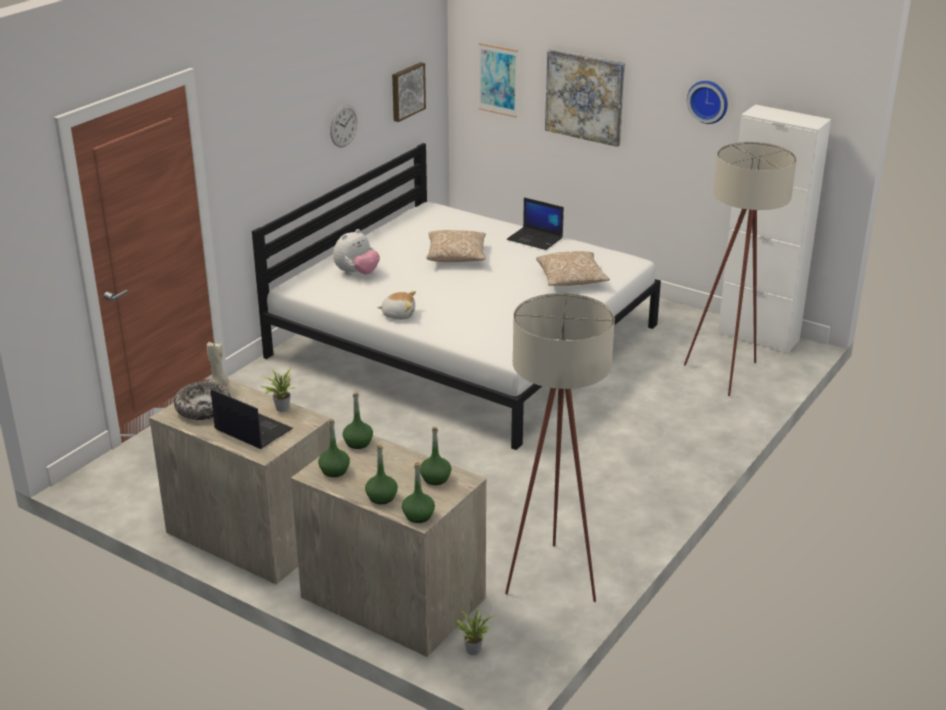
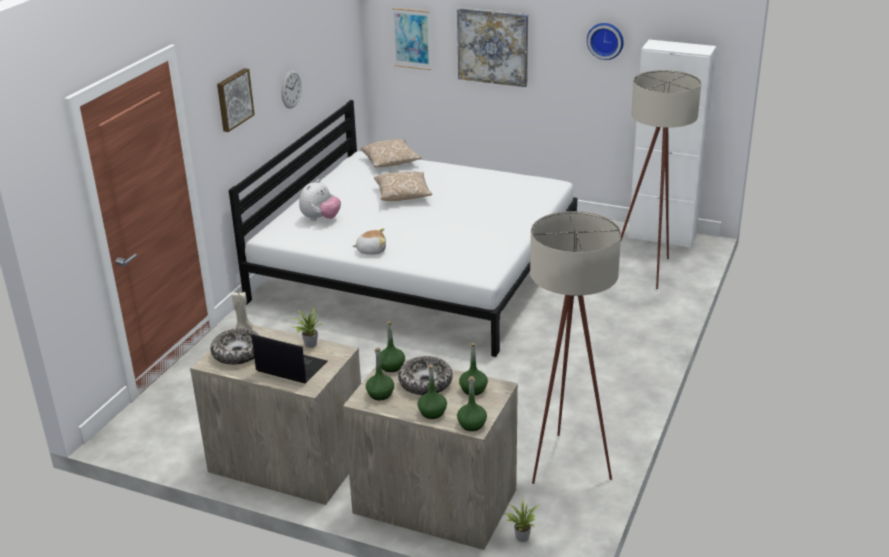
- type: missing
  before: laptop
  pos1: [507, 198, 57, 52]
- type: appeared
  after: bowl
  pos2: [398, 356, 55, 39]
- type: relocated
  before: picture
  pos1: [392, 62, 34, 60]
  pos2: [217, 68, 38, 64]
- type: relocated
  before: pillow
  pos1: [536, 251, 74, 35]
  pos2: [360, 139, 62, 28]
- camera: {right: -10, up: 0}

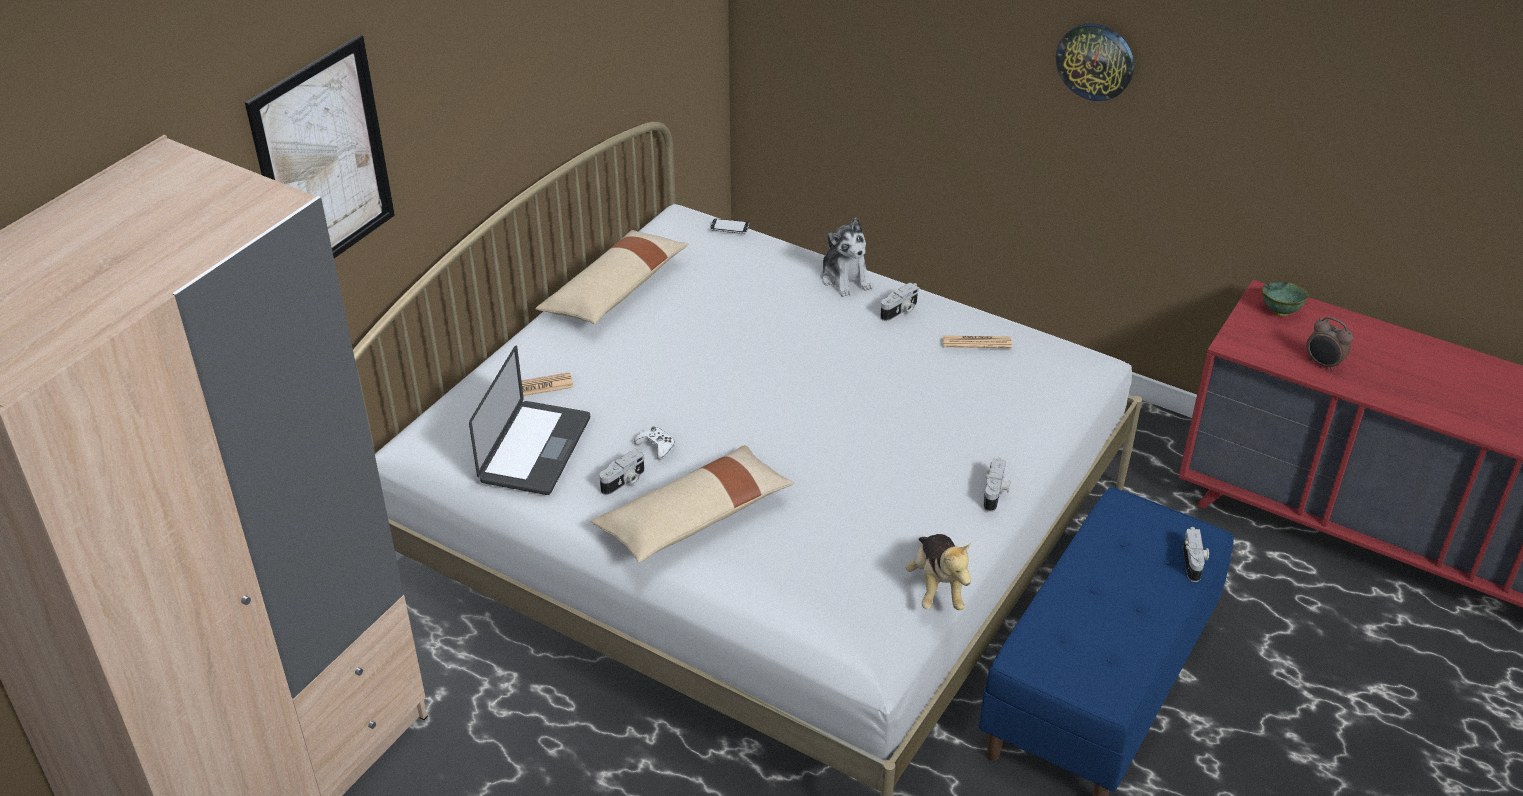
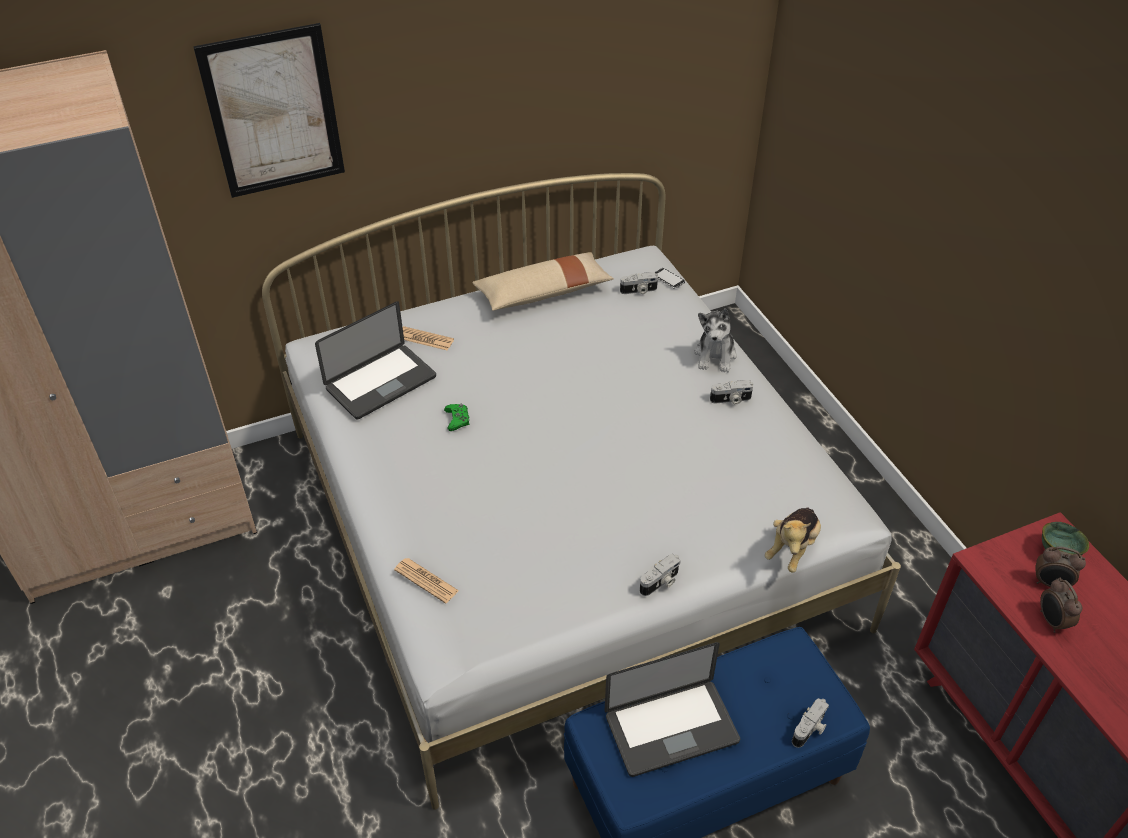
- type: missing
  before: pillow/beige
  pos1: [591, 445, 203, 118]
- type: missing
  before: wall clock
  pos1: [1056, 23, 78, 78]
- type: appeared
  after: laptop
  pos2: [605, 642, 135, 135]
- type: appeared
  after: alarm clock
  pos2: [1035, 546, 51, 41]
- type: relocated
  before: photo camera
  pos1: [600, 449, 45, 46]
  pos2: [620, 272, 38, 22]
- type: relocated
  before: plush toy
  pos1: [906, 534, 65, 76]
  pos2: [765, 507, 56, 66]
- type: relocated
  before: newspaper
  pos1: [942, 335, 70, 13]
  pos2: [394, 558, 65, 46]
- type: colour
  before: game controller/white
  after: game controller/green
  pos1: [634, 426, 41, 34]
  pos2: [444, 404, 26, 27]
- camera: {right: 35, up: 5}

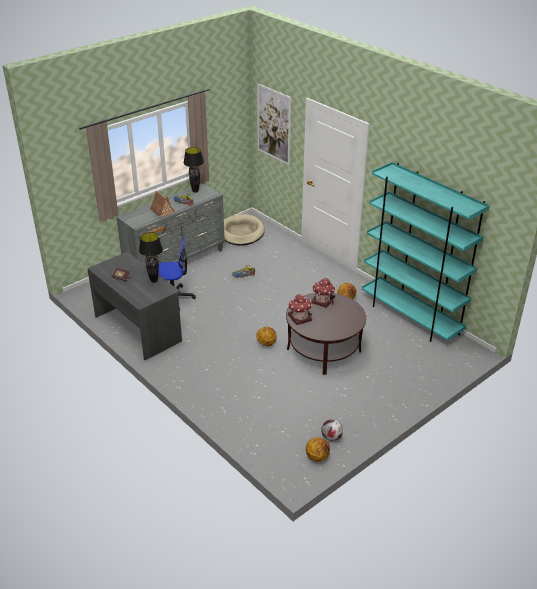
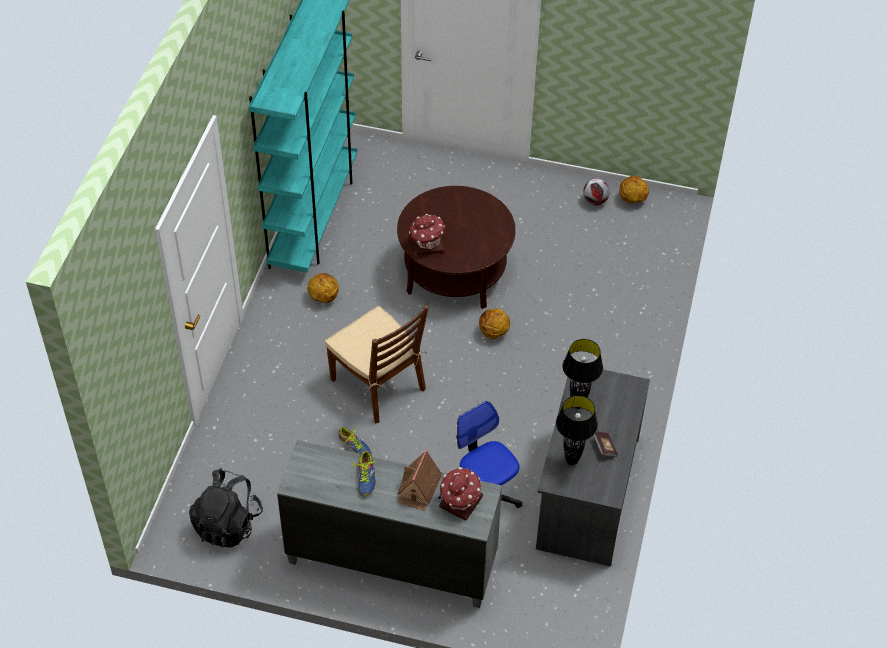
- type: missing
  before: picture
  pos1: [257, 83, 34, 82]
- type: appeared
  after: chair/brown
  pos2: [325, 304, 104, 119]
- type: relocated
  before: table lamp/black
  pos1: [183, 147, 21, 46]
  pos2: [556, 395, 42, 70]
- type: relocated
  before: toy house
  pos1: [288, 294, 24, 31]
  pos2: [438, 467, 45, 54]
- type: exchanged
  before: dog bed/beige
  after: backpack/black
  pos1: [224, 214, 41, 31]
  pos2: [189, 468, 74, 80]
- camera: {right: -125, up: 15}

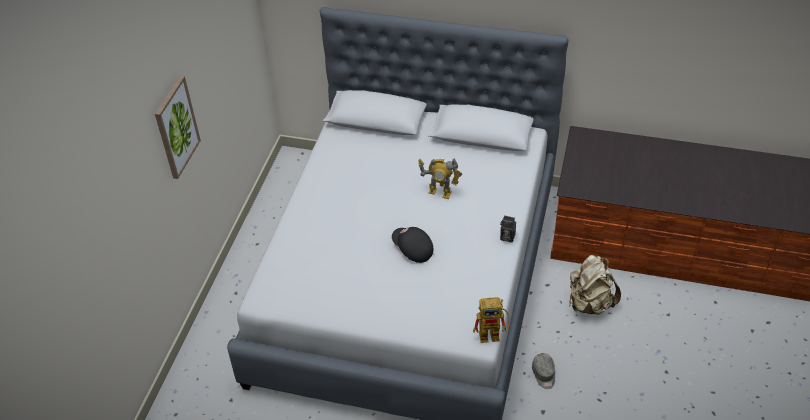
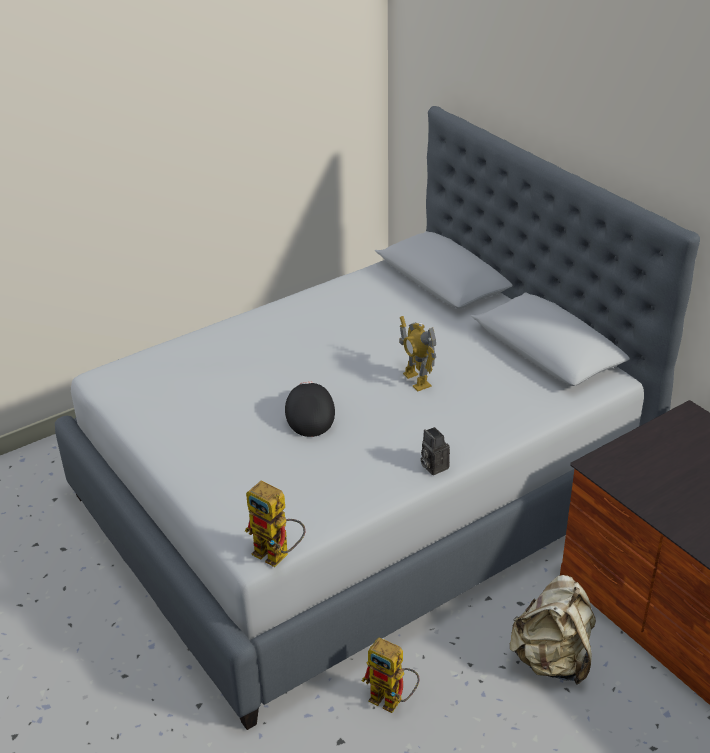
- type: missing
  before: picture
  pos1: [155, 76, 46, 103]
- type: exchanged
  before: cap/grey
  after: toy robot
  pos1: [532, 353, 23, 36]
  pos2: [362, 638, 57, 75]
- camera: {right: 40, up: -10}

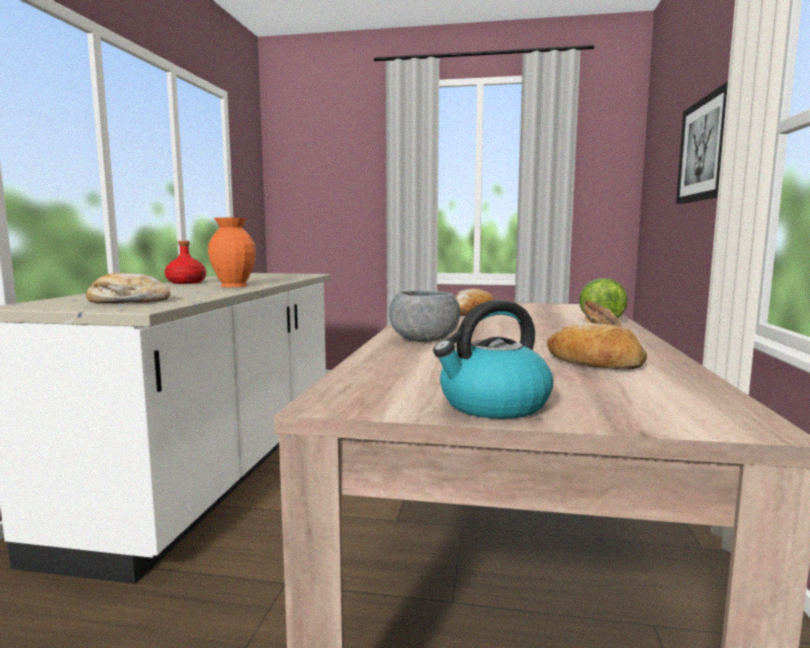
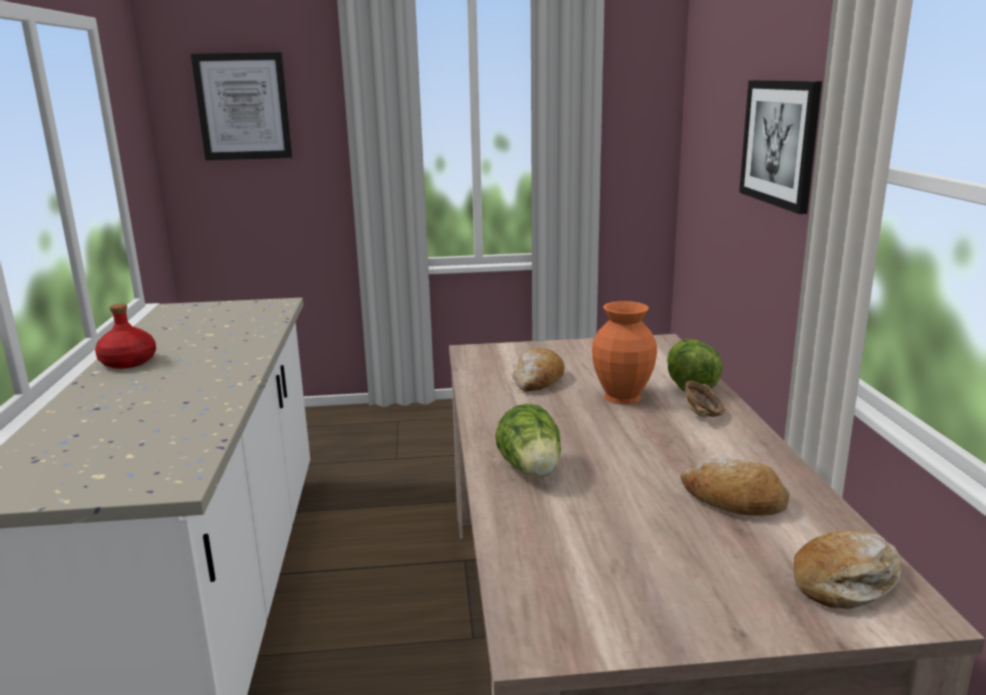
- type: missing
  before: kettle
  pos1: [433, 300, 120, 119]
- type: appeared
  after: picture
  pos2: [191, 52, 101, 108]
- type: relocated
  before: bread
  pos1: [86, 273, 84, 30]
  pos2: [794, 530, 107, 79]
- type: relocated
  before: vase/orange
  pos1: [208, 218, 48, 69]
  pos2: [592, 301, 65, 103]
- type: exchanged
  before: bowl/grey
  after: lettuce
  pos1: [389, 290, 71, 52]
  pos2: [495, 403, 66, 74]
- camera: {right: -15, up: 10}

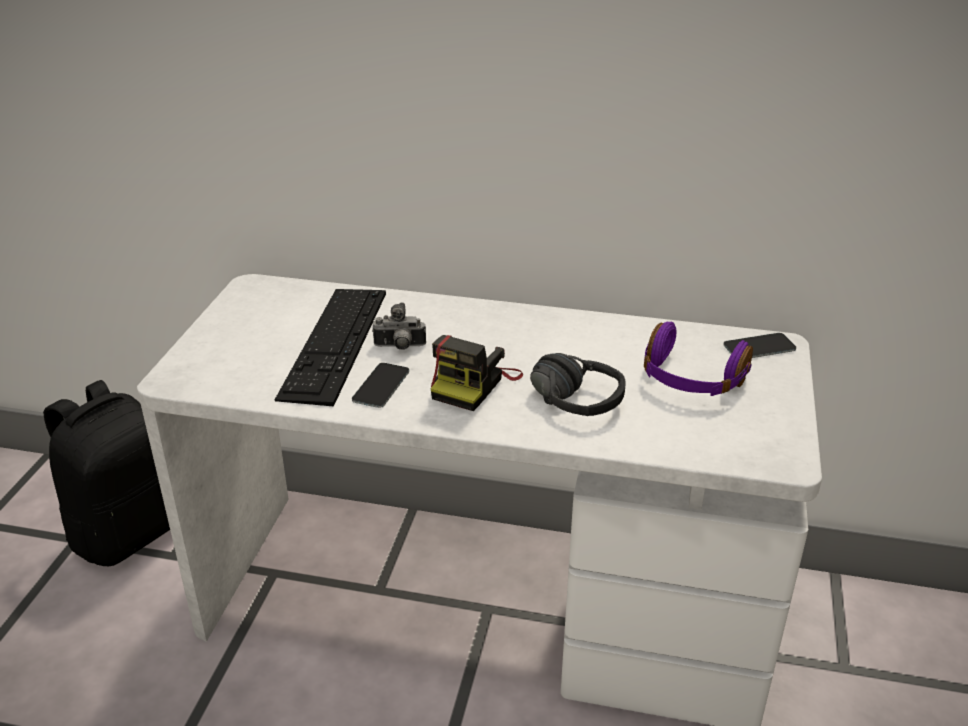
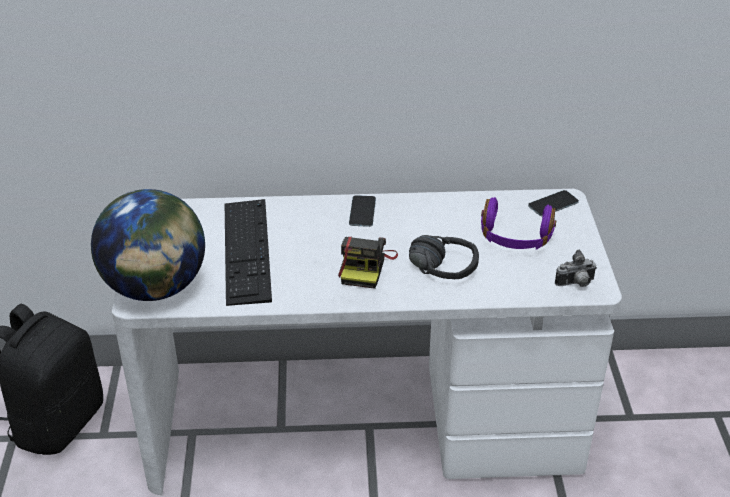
- type: appeared
  after: globe
  pos2: [91, 189, 114, 112]
- type: relocated
  before: phone
  pos1: [352, 363, 57, 45]
  pos2: [349, 195, 27, 32]
- type: relocated
  before: photo camera
  pos1: [372, 302, 54, 48]
  pos2: [555, 250, 42, 37]
- camera: {right: -15, up: 5}

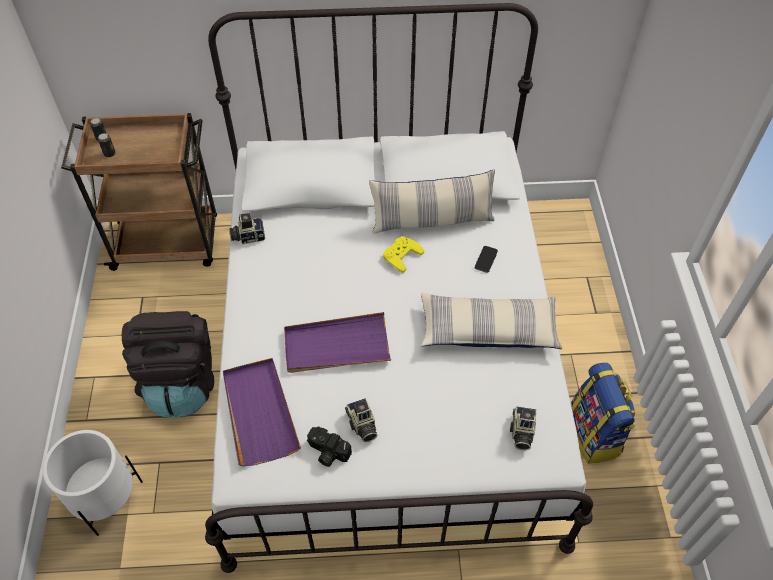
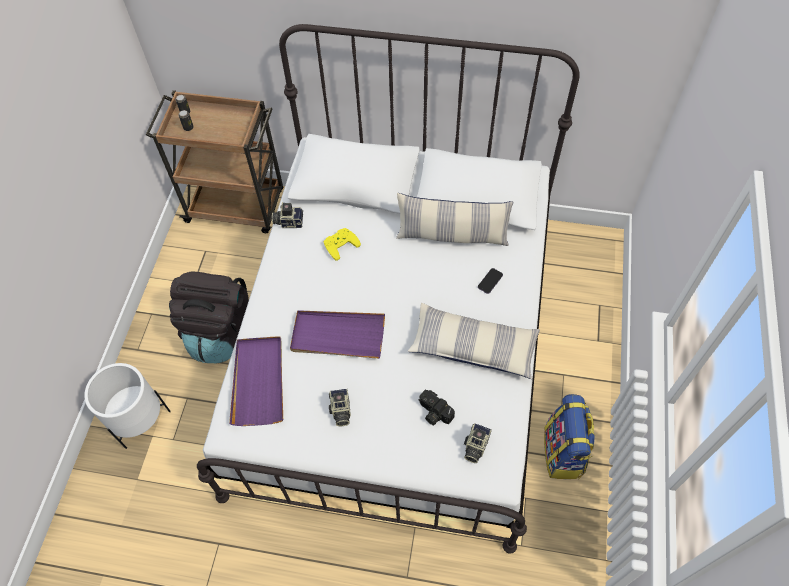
- type: relocated
  before: photo camera
  pos1: [307, 427, 45, 40]
  pos2: [419, 390, 36, 35]
- type: relocated
  before: game controller/yellow
  pos1: [383, 236, 41, 37]
  pos2: [324, 228, 37, 33]
- camera: {right: 15, up: 5}

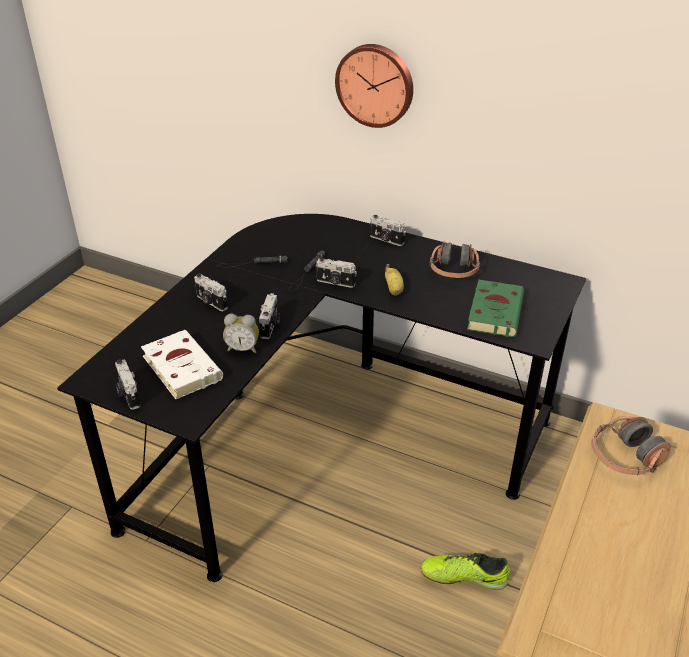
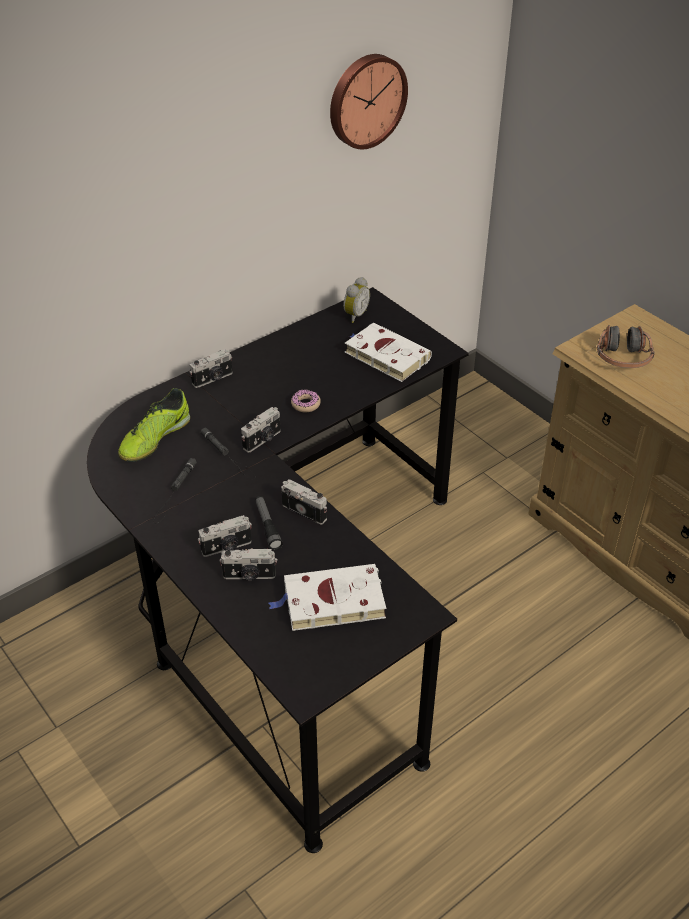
- type: missing
  before: headphones
  pos1: [430, 241, 50, 37]
- type: appeared
  after: flashlight
  pos2: [255, 496, 28, 54]
- type: relocated
  before: photo camera
  pos1: [115, 360, 25, 50]
  pos2: [219, 548, 58, 33]
- type: relocated
  before: alarm clock
  pos1: [223, 314, 36, 39]
  pos2: [343, 277, 27, 46]
- type: relocated
  before: wall clock
  pos1: [335, 44, 78, 84]
  pos2: [330, 54, 78, 95]
- type: relocated
  before: shoe
  pos1: [421, 553, 89, 37]
  pos2: [118, 388, 72, 74]
- type: exchanged
  before: banana
  after: donut
  pos1: [385, 264, 19, 32]
  pos2: [291, 390, 30, 22]
- type: colour
  before: book/green
  after: book/white
  pos1: [467, 280, 57, 57]
  pos2: [345, 322, 87, 60]
- camera: {right: -65, up: 5}

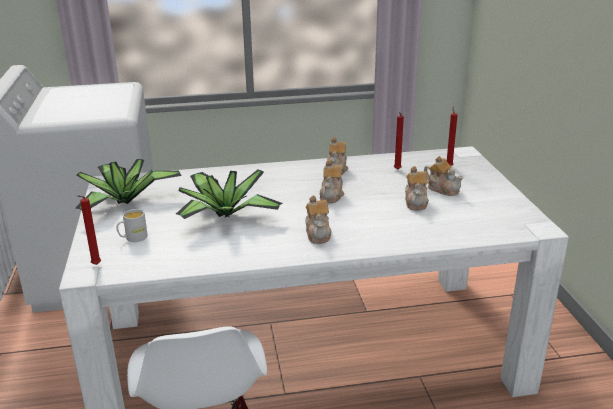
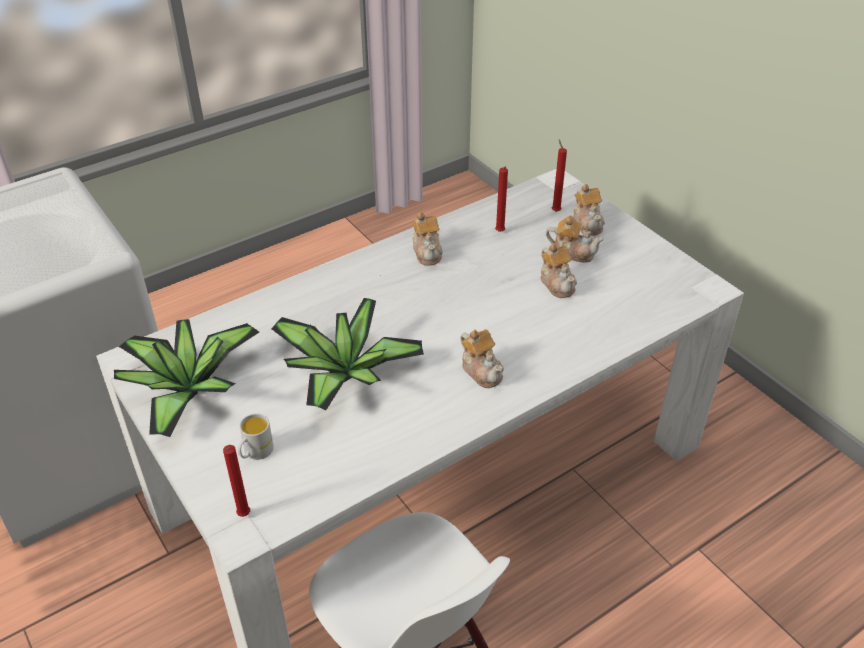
- type: relocated
  before: teapot
  pos1: [320, 160, 24, 43]
  pos2: [573, 184, 32, 52]
- camera: {right: -25, up: 15}

